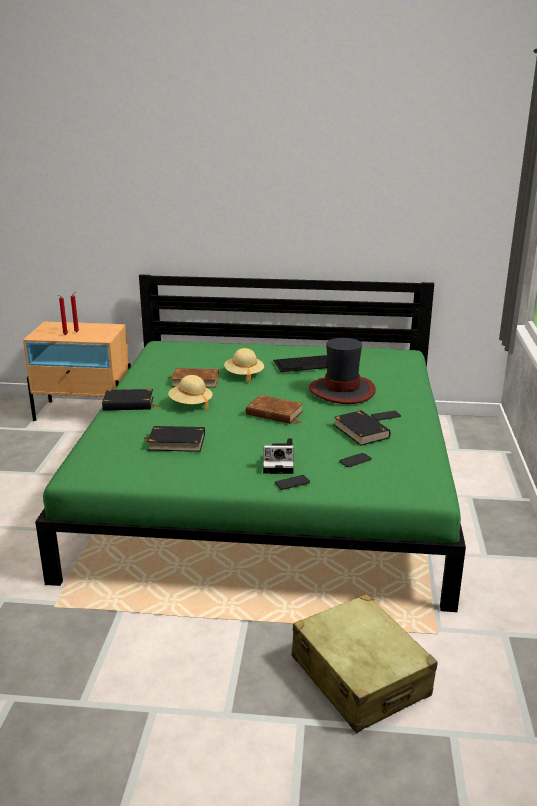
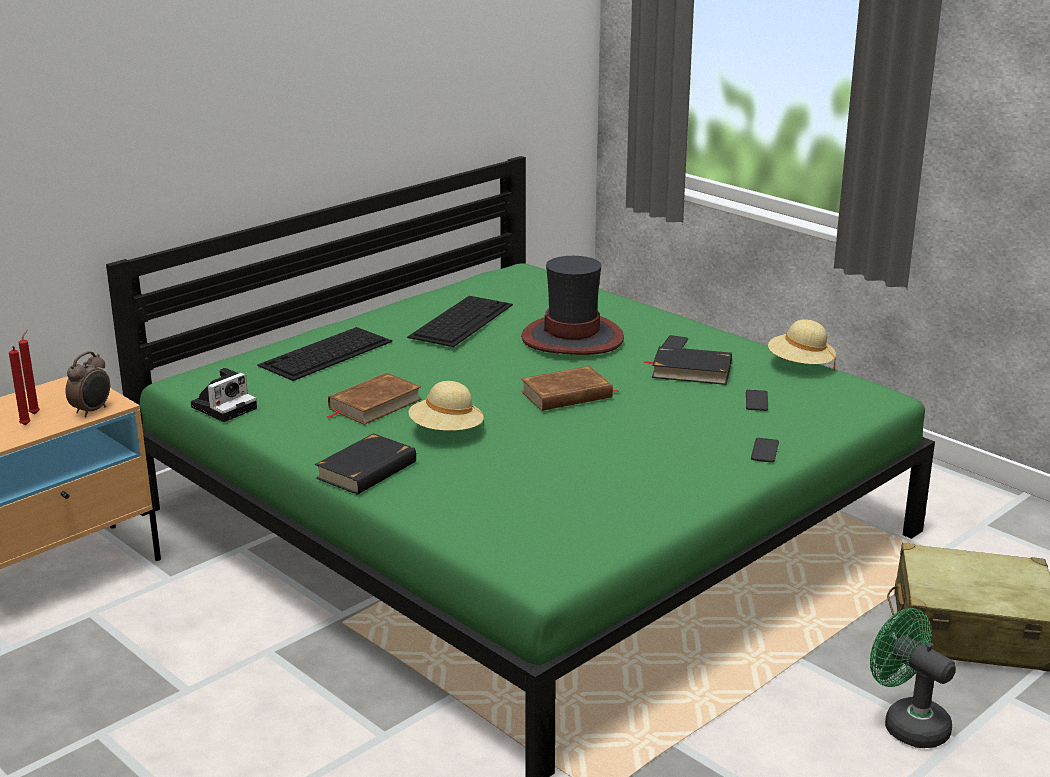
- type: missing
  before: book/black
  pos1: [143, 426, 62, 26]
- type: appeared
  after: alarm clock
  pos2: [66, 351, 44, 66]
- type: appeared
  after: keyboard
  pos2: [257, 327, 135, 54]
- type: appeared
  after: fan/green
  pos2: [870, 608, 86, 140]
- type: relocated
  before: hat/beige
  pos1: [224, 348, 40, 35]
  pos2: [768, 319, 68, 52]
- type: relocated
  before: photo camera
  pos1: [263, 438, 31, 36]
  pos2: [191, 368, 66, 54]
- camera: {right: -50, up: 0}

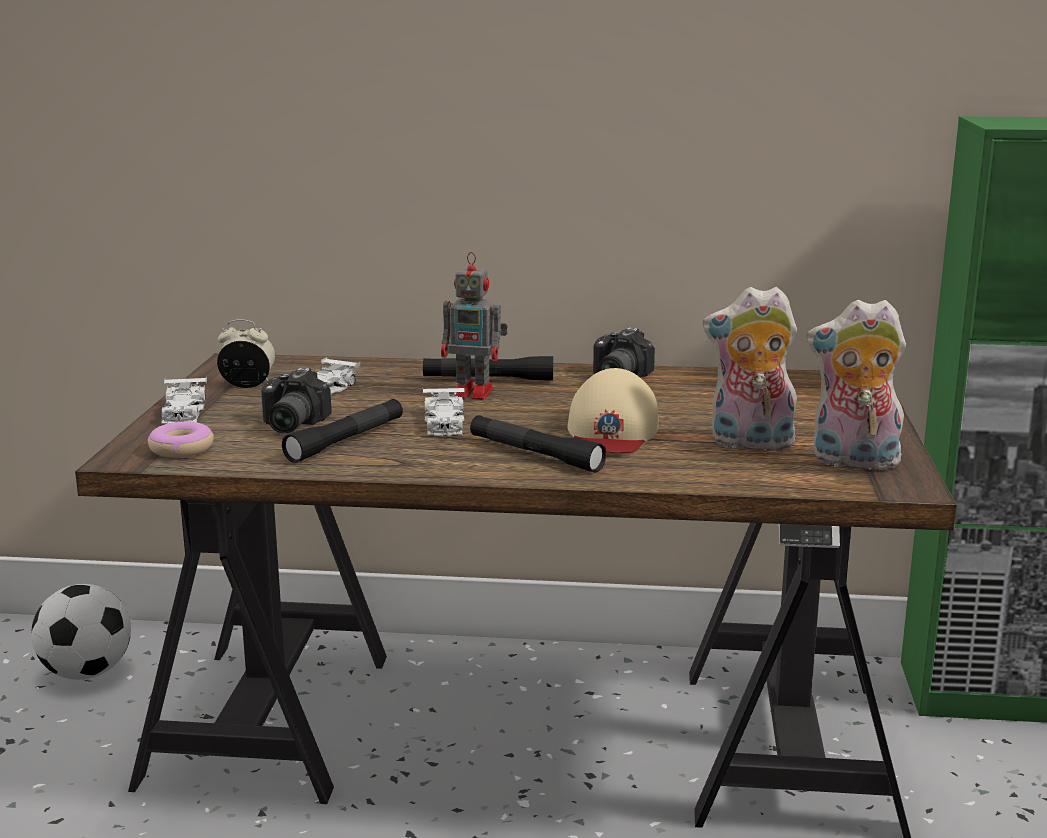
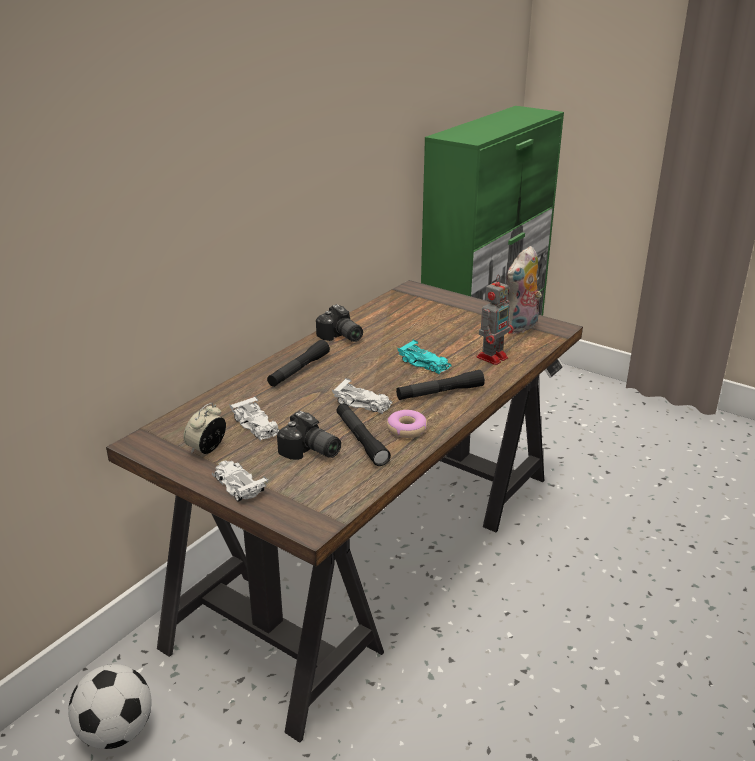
- type: missing
  before: plush toy
  pos1: [703, 287, 96, 164]
- type: relocated
  before: donut
  pos1: [148, 422, 66, 36]
  pos2: [387, 410, 40, 28]
- type: relocated
  before: toy robot
  pos1: [441, 252, 67, 148]
  pos2: [477, 274, 37, 91]
- type: exchanged
  before: cap/beige
  after: toy car/turquoise
  pos1: [568, 368, 90, 85]
  pos2: [398, 339, 54, 35]
- type: spun
  before: toy car/white
  pos1: [161, 376, 46, 50]
  pos2: [212, 461, 56, 40]
  turn: -150
- camera: {right: -60, up: 10}

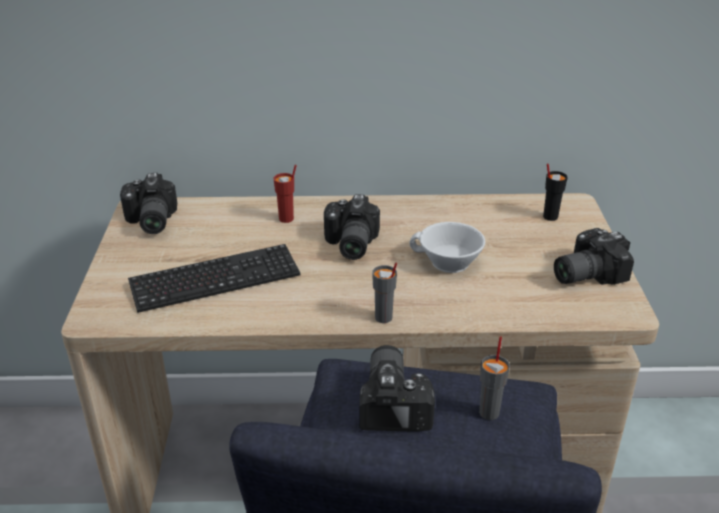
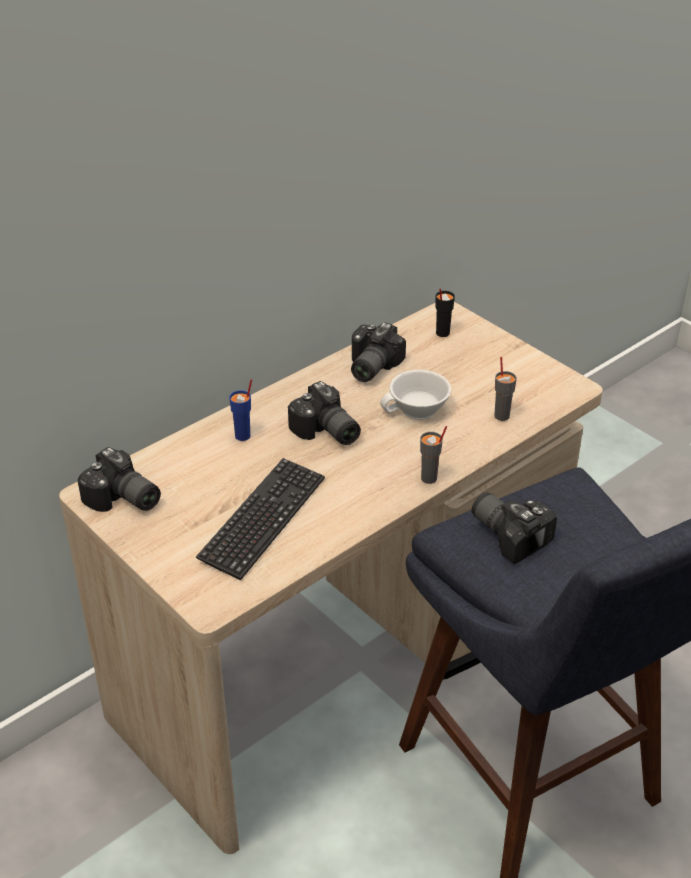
- type: relocated
  before: cup/grey
  pos1: [479, 336, 31, 84]
  pos2: [494, 357, 23, 64]
- type: relocated
  before: photo camera
  pos1: [554, 228, 80, 57]
  pos2: [351, 322, 55, 60]
- type: colour
  before: cup/red
  after: cup/blue
  pos1: [274, 165, 23, 58]
  pos2: [229, 379, 23, 62]
- camera: {right: -40, up: 5}

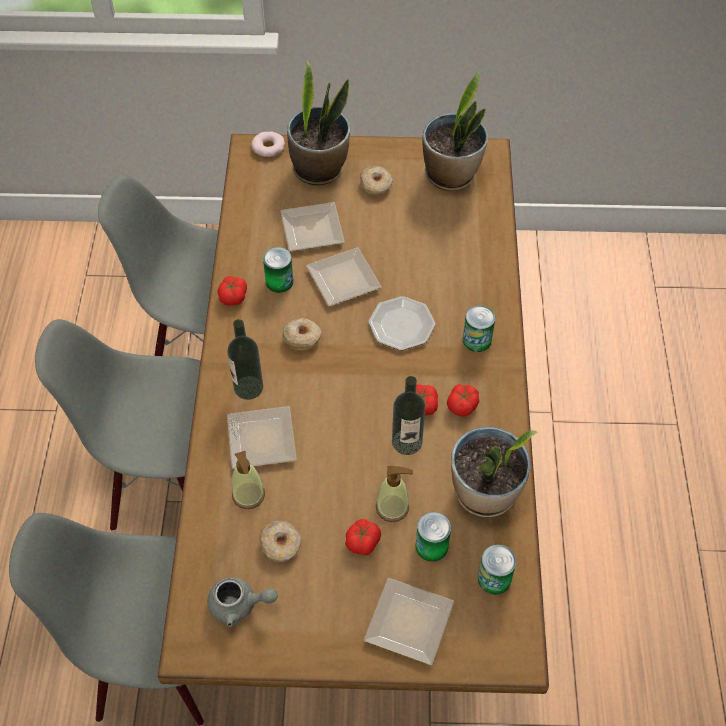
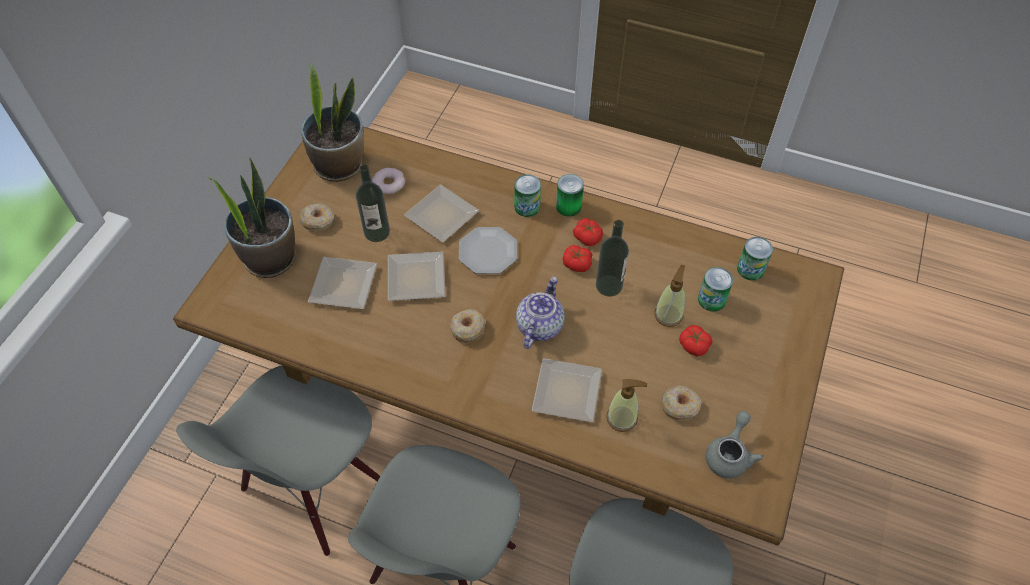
- type: missing
  before: tomato
  pos1: [217, 276, 30, 30]
- type: missing
  before: potted plant
  pos1: [451, 427, 86, 90]
- type: appeared
  after: teapot
  pos2: [516, 276, 49, 73]
- type: relocated
  before: bottle
  pos1: [227, 319, 36, 81]
  pos2: [356, 164, 34, 78]
- type: relocated
  before: donut
  pos1: [251, 131, 34, 26]
  pos2: [372, 168, 33, 26]
- type: relocated
  before: can
  pos1: [263, 247, 31, 46]
  pos2: [556, 174, 28, 43]
- type: relocated
  before: plate
  pos1: [364, 578, 90, 87]
  pos2: [404, 185, 75, 57]
- camera: {right: -70, up: 0}

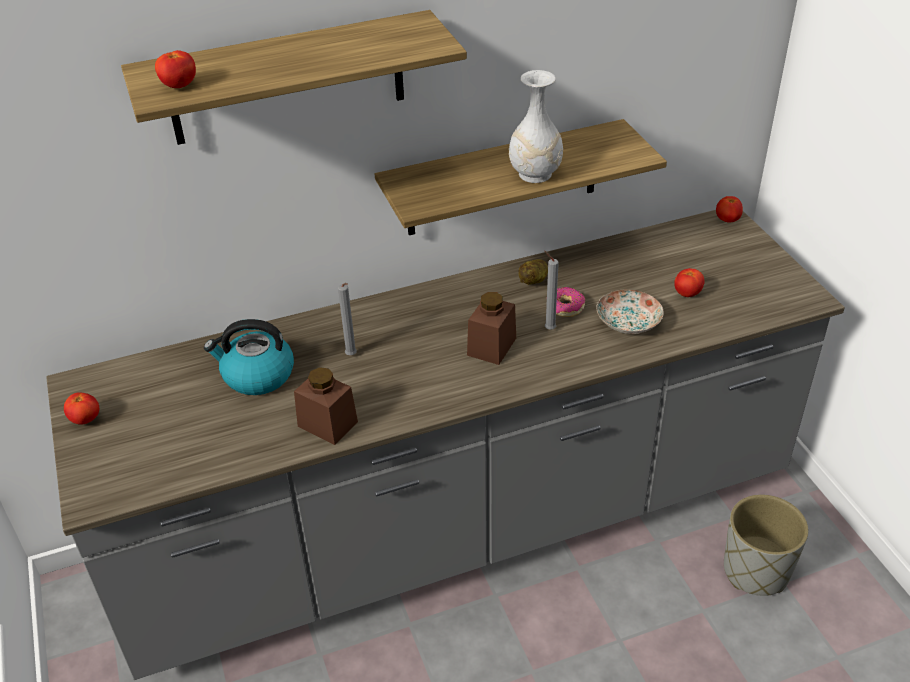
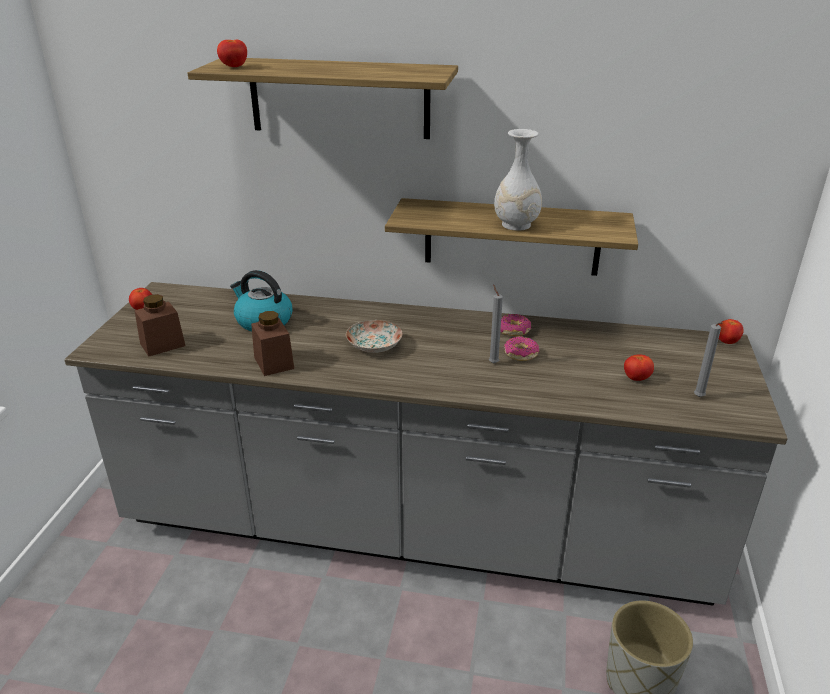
- type: relocated
  before: candle/grey
  pos1: [338, 283, 19, 72]
  pos2: [694, 322, 29, 75]
- type: relocated
  before: jar/brown
  pos1: [467, 292, 49, 73]
  pos2: [134, 294, 52, 63]
- type: relocated
  before: plate
  pos1: [596, 289, 68, 45]
  pos2: [346, 320, 56, 33]
- type: exchanged
  before: potato
  after: donut
  pos1: [518, 259, 30, 26]
  pos2: [500, 314, 31, 22]
- camera: {right: 30, up: -10}

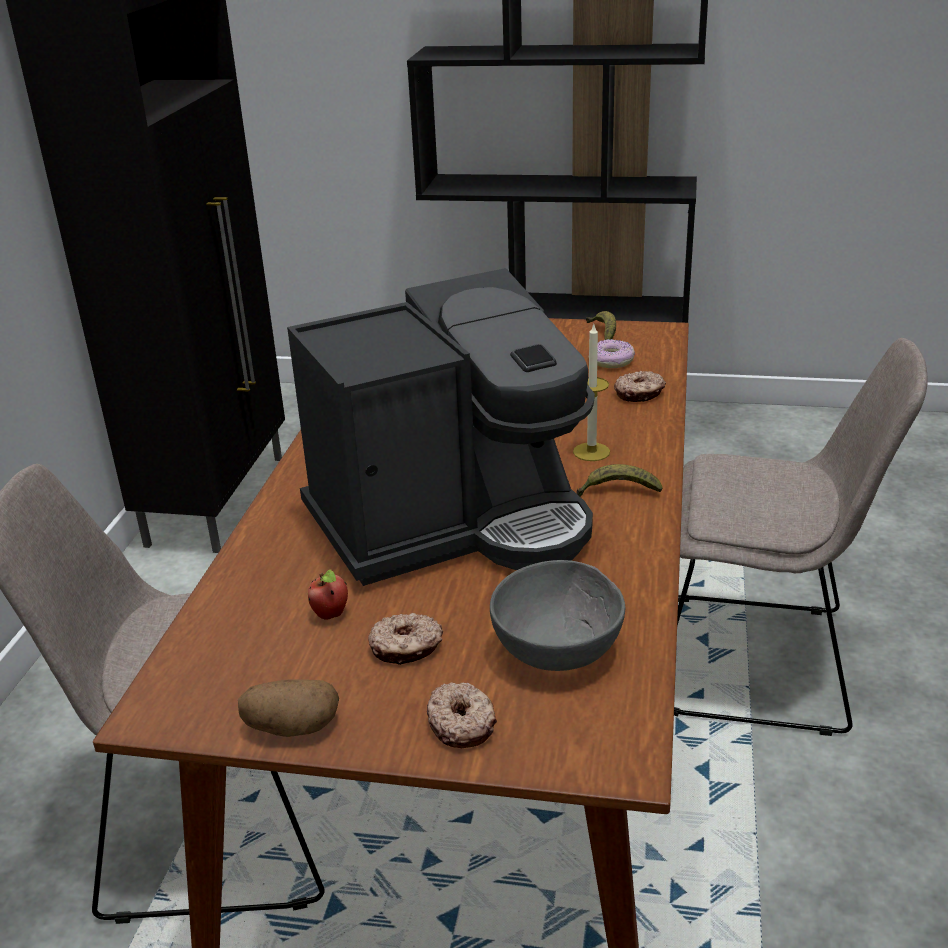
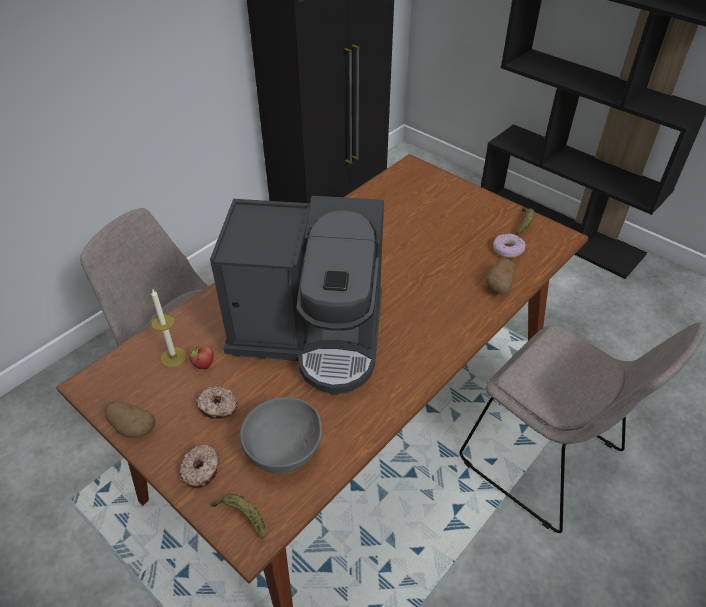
- type: relocated
  before: candle
  pos1: [573, 325, 37, 136]
  pos2: [151, 288, 36, 79]
- type: relocated
  before: banana
  pos1: [576, 464, 87, 33]
  pos2: [211, 494, 54, 45]
- type: exchanged
  before: donut
  after: potato
  pos1: [614, 371, 52, 31]
  pos2: [486, 258, 29, 37]
- camera: {right: 30, up: 15}

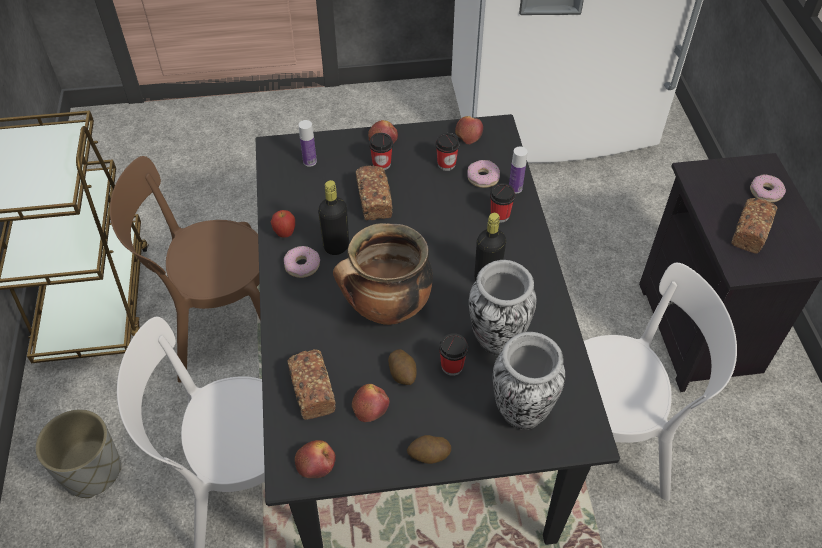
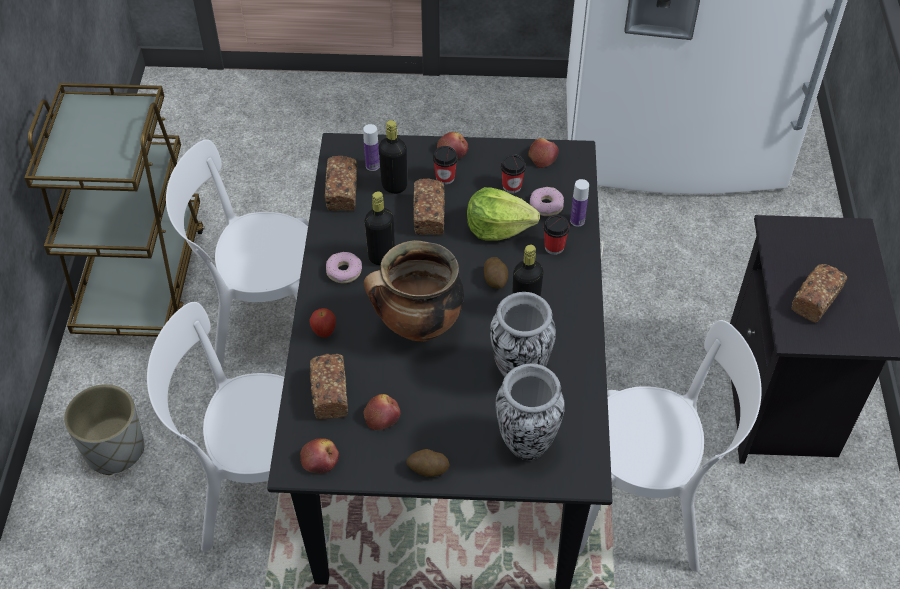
- type: missing
  before: cup
  pos1: [439, 333, 29, 43]
- type: missing
  before: donut
  pos1: [750, 174, 36, 29]
- type: appeared
  after: bread
  pos2: [325, 156, 32, 55]
- type: appeared
  after: bottle/black
  pos2: [378, 120, 29, 74]
- type: appeared
  after: lettuce
  pos2: [467, 187, 73, 53]
- type: relocated
  before: apple
  pos1: [271, 210, 24, 28]
  pos2: [309, 308, 27, 29]
- type: relocated
  before: potato
  pos1: [388, 349, 29, 36]
  pos2: [484, 257, 24, 32]
- type: colour
  before: chair/brown
  after: chair/white
  pos1: [110, 156, 150, 227]
  pos2: [166, 139, 142, 230]
- camera: {right: 10, up: 0}

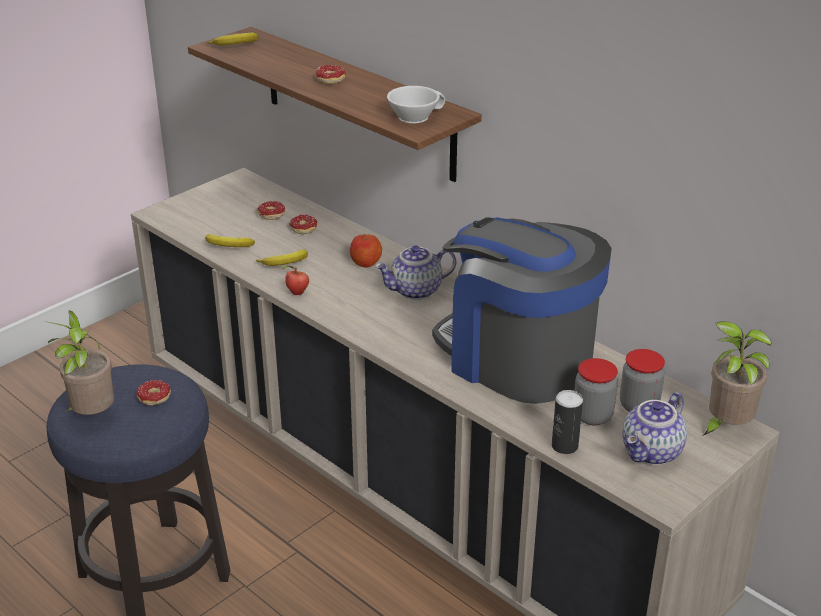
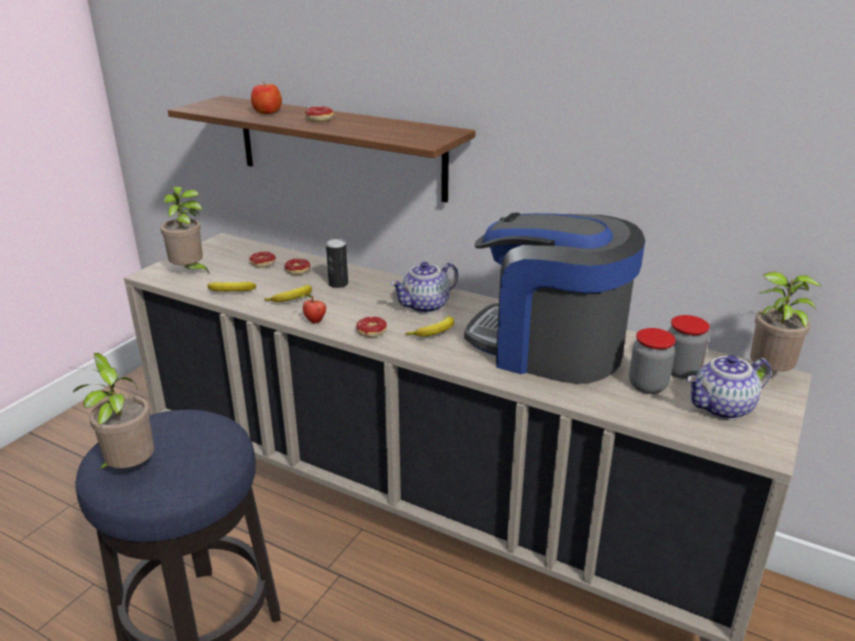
- type: missing
  before: cup/white
  pos1: [387, 86, 58, 37]
- type: appeared
  after: potted plant
  pos2: [160, 187, 49, 86]
- type: relocated
  before: donut
  pos1: [136, 380, 35, 25]
  pos2: [356, 316, 31, 21]
- type: relocated
  before: banana
  pos1: [207, 33, 51, 13]
  pos2: [405, 316, 49, 21]
- type: relocated
  before: apple
  pos1: [350, 234, 32, 34]
  pos2: [251, 81, 31, 33]
- type: relocated
  before: can
  pos1: [552, 390, 31, 64]
  pos2: [326, 239, 22, 49]
- type: spun
  before: teapot
  pos1: [622, 392, 65, 73]
  pos2: [686, 355, 85, 65]
  turn: 45
- camera: {right: -15, up: -5}

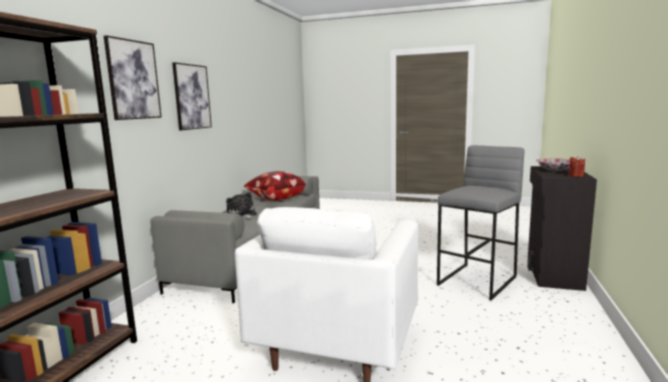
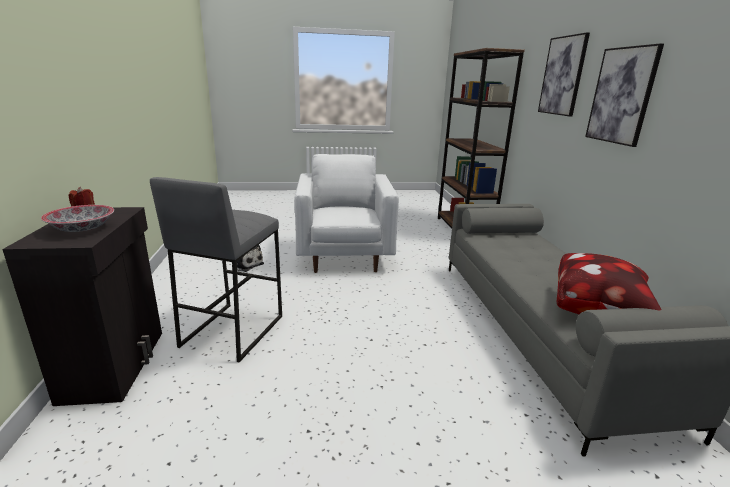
- type: relocated
  before: plush toy
  pos1: [226, 192, 31, 27]
  pos2: [237, 245, 27, 27]
- camera: {right: 155, up: 10}

